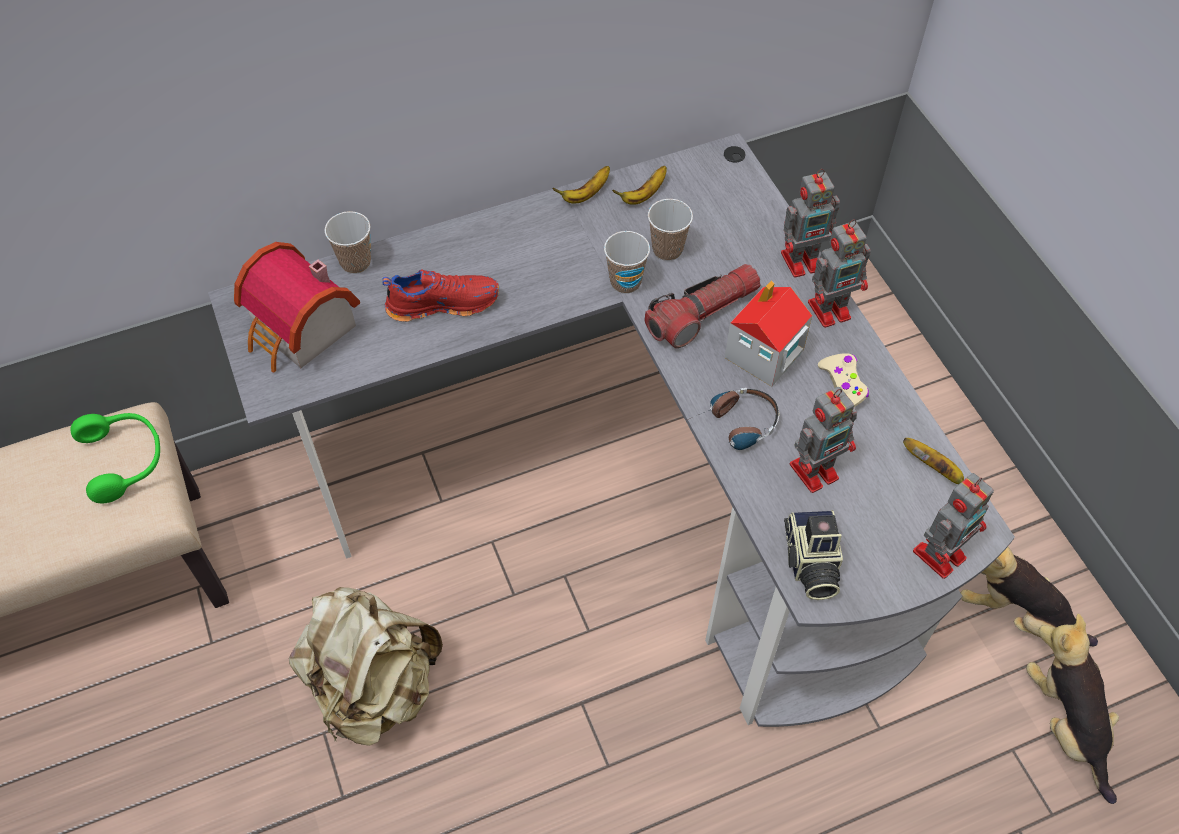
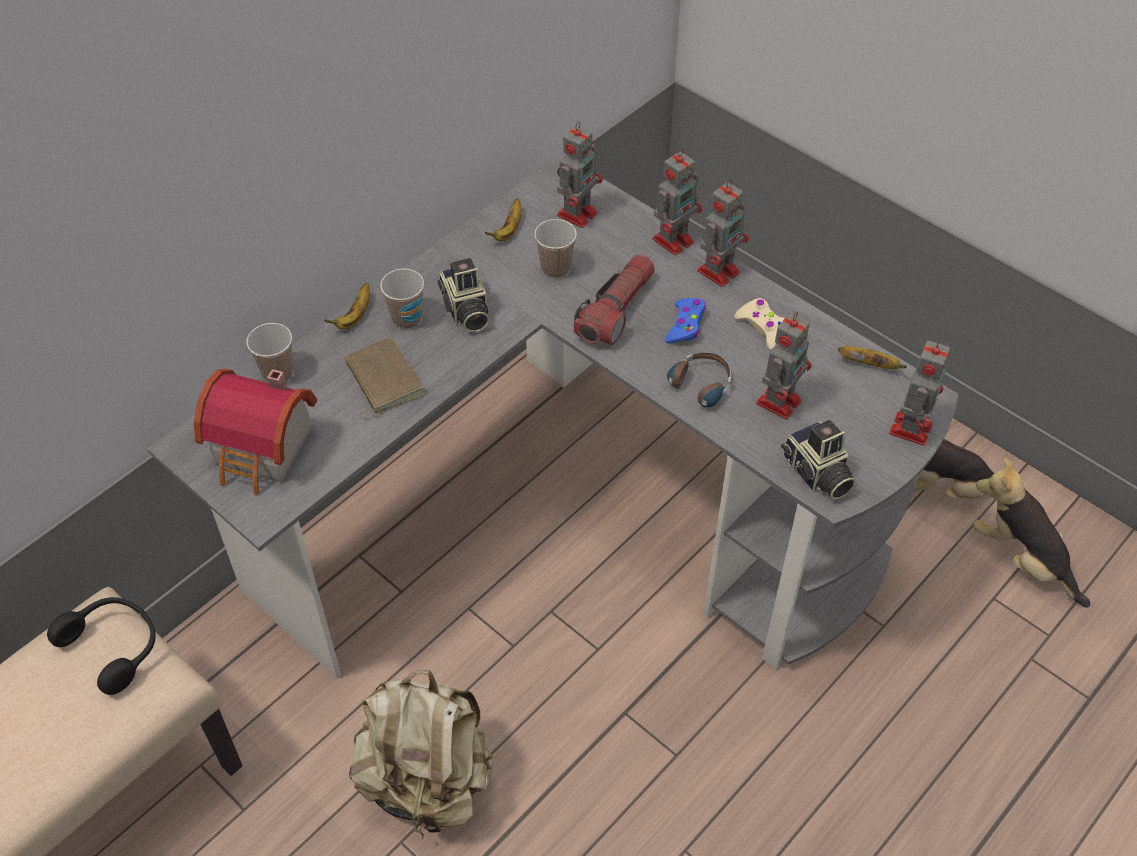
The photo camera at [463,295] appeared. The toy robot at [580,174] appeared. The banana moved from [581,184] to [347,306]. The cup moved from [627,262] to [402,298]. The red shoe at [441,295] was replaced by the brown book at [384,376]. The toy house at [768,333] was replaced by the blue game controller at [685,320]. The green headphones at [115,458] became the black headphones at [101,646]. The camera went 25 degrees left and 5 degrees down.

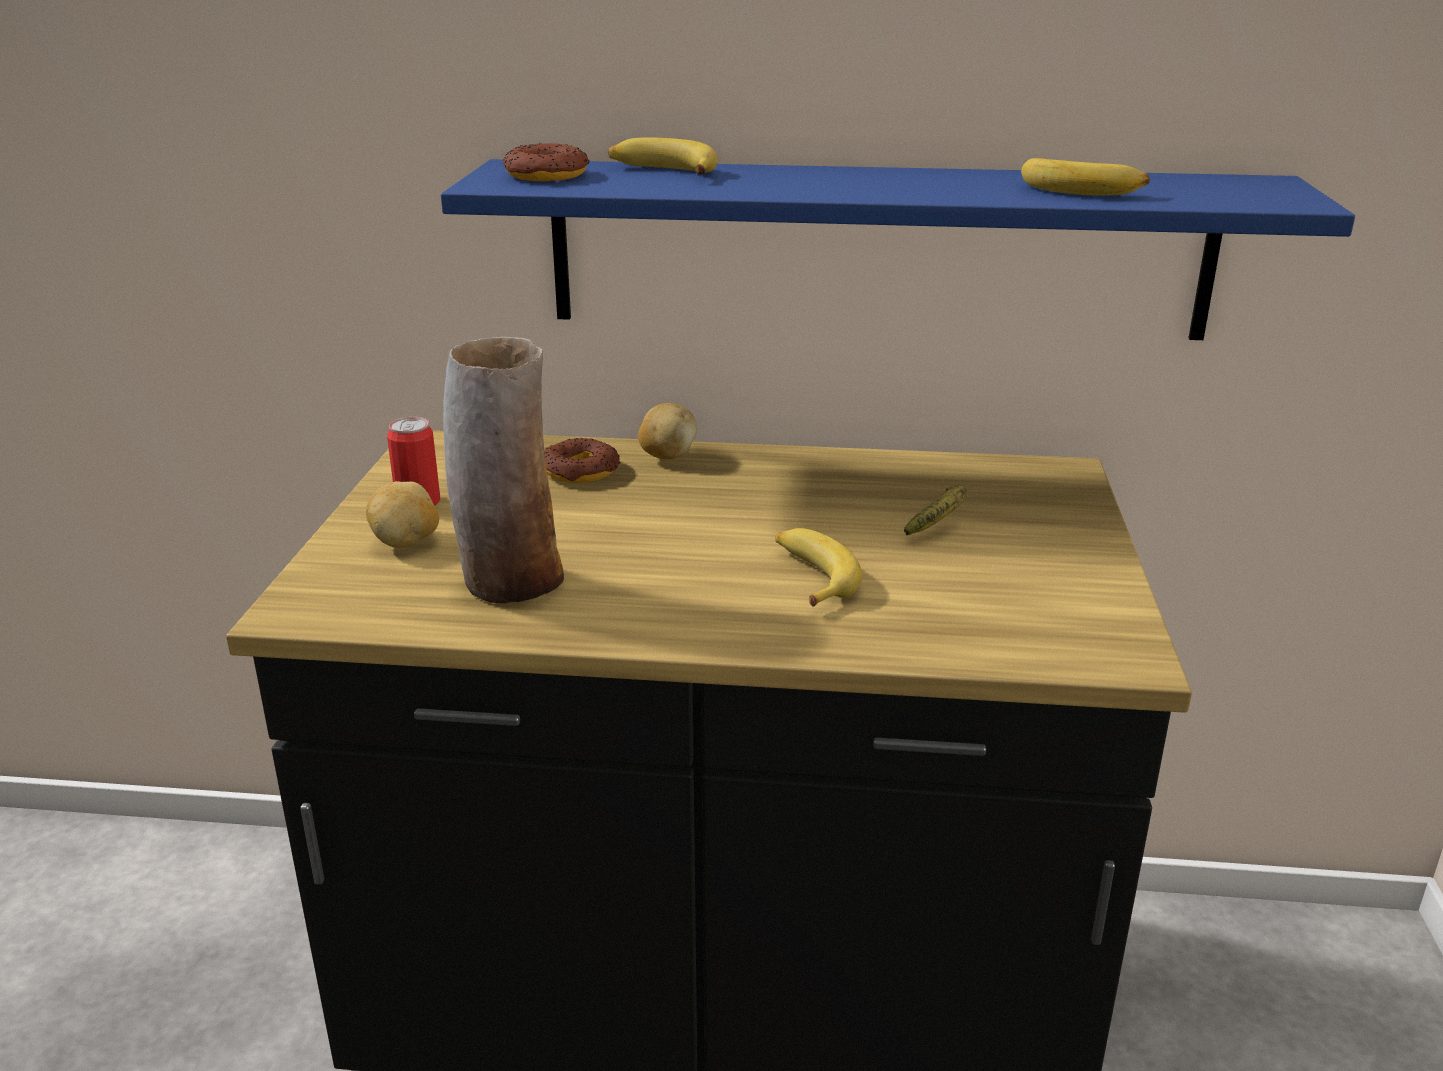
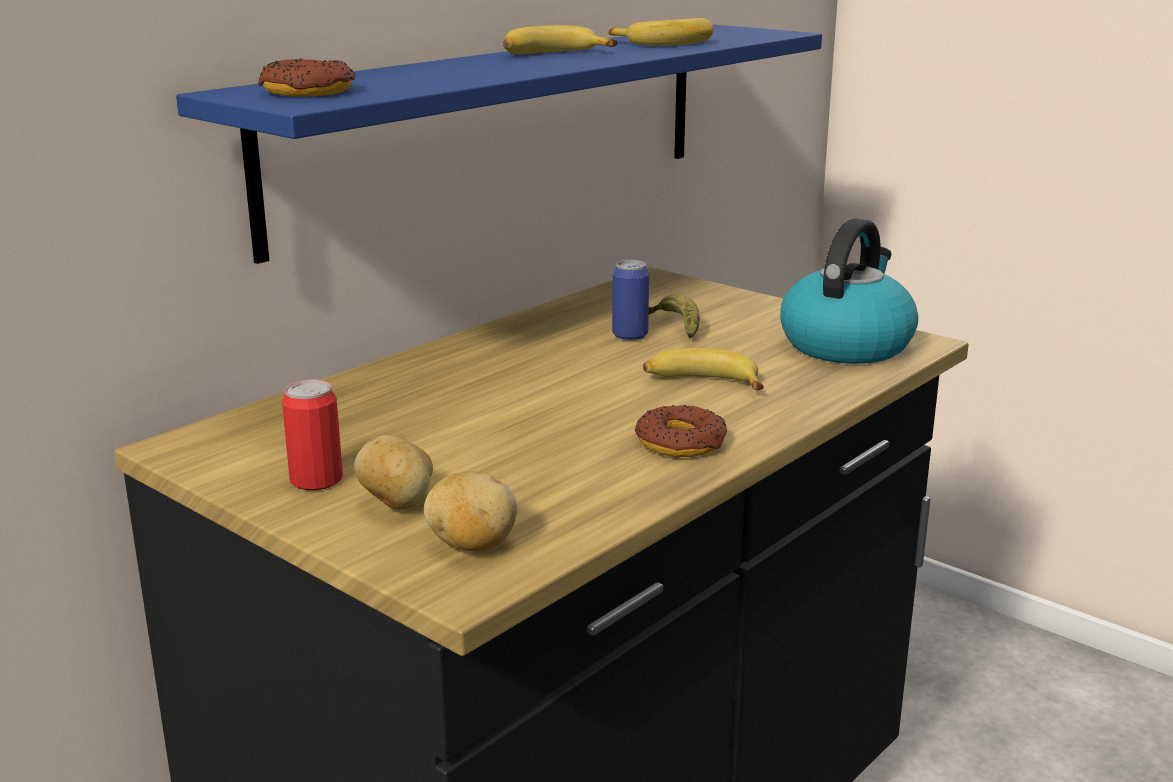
The vase at [503,470] disappeared. The can at [630,300] appeared. The kettle at [849,291] appeared. The donut moved from [582,460] to [681,431]. The banana moved from [663,155] to [560,39]. The potato moved from [667,431] to [470,511]. The camera went 55 degrees left and 5 degrees down.

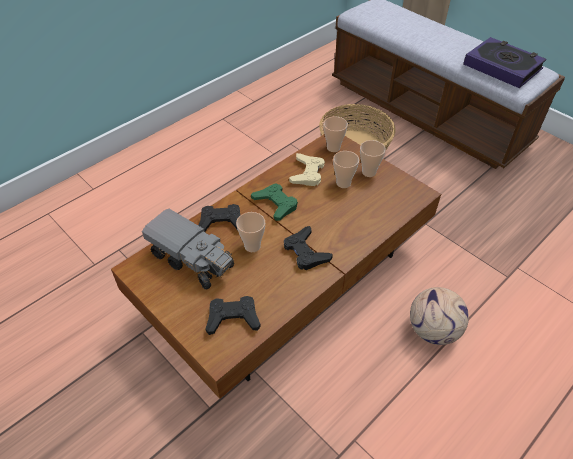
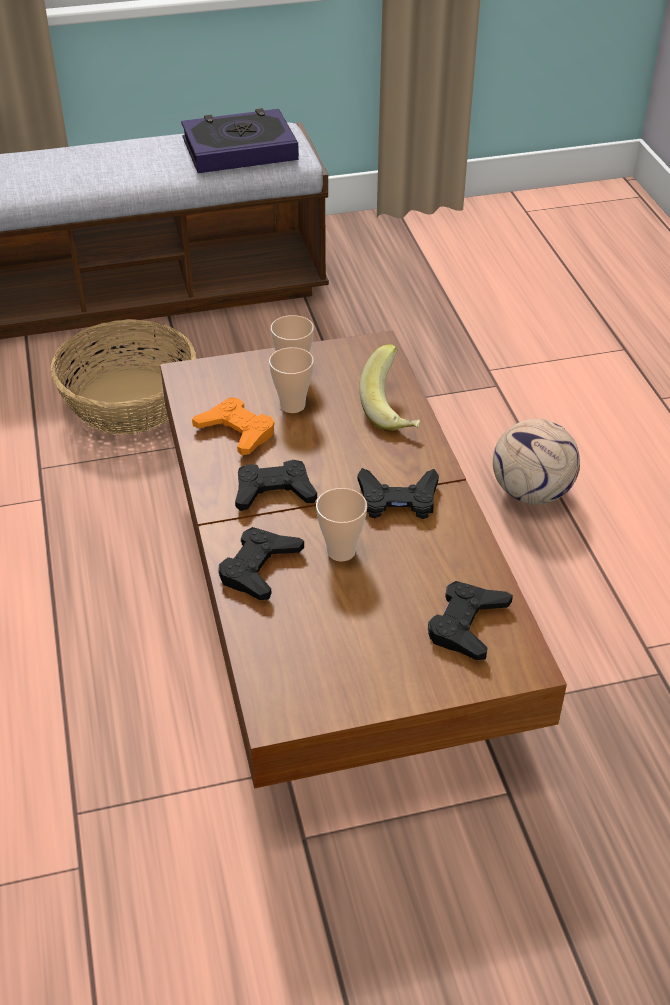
The toy truck at [188,249] disappeared. The cup at [336,134] disappeared. The banana at [389,387] appeared. The green game controller at [274,202] became the black game controller at [276,485]. The beige game controller at [307,169] became the orange game controller at [233,426]. The camera went 60 degrees left and 5 degrees down.

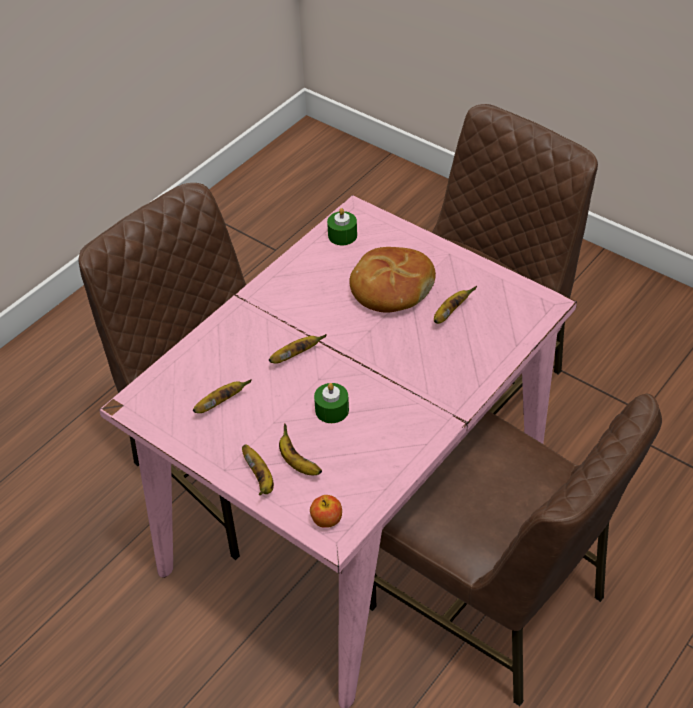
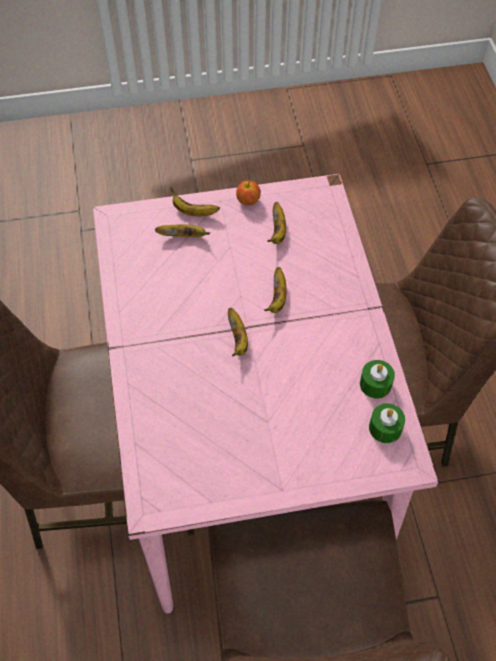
The bread at [393,280] disappeared. The apple moved from [326,511] to [248,193]. The green candle moved from [331,403] to [377,379]. The banana moved from [455,305] to [238,331]. The camera went 130 degrees right and 10 degrees up.

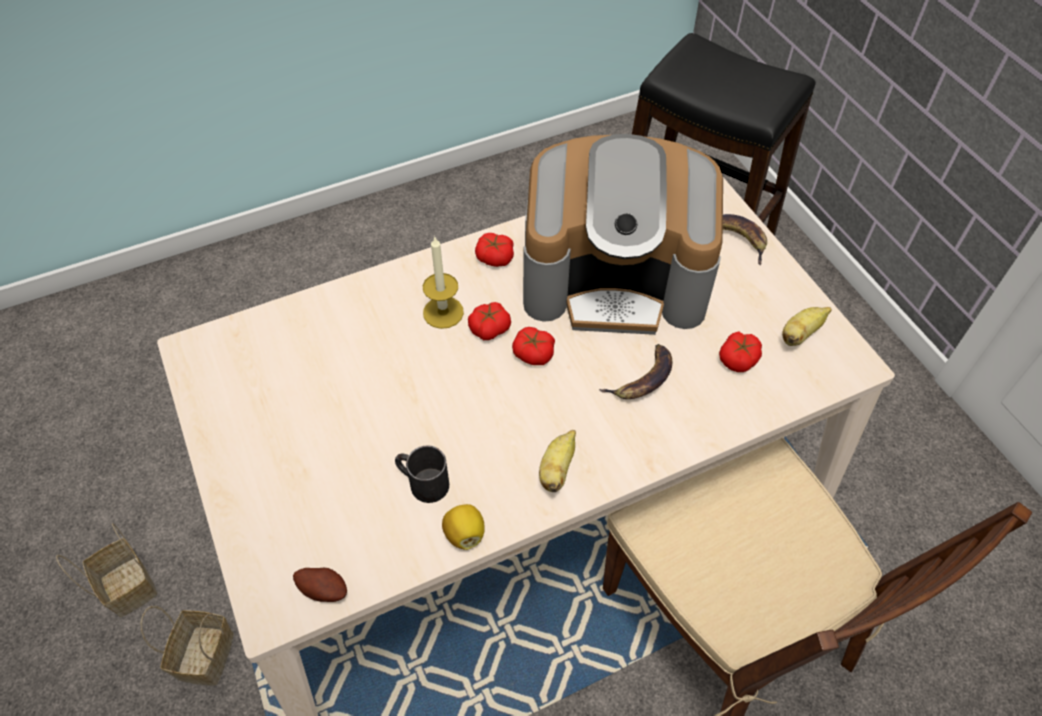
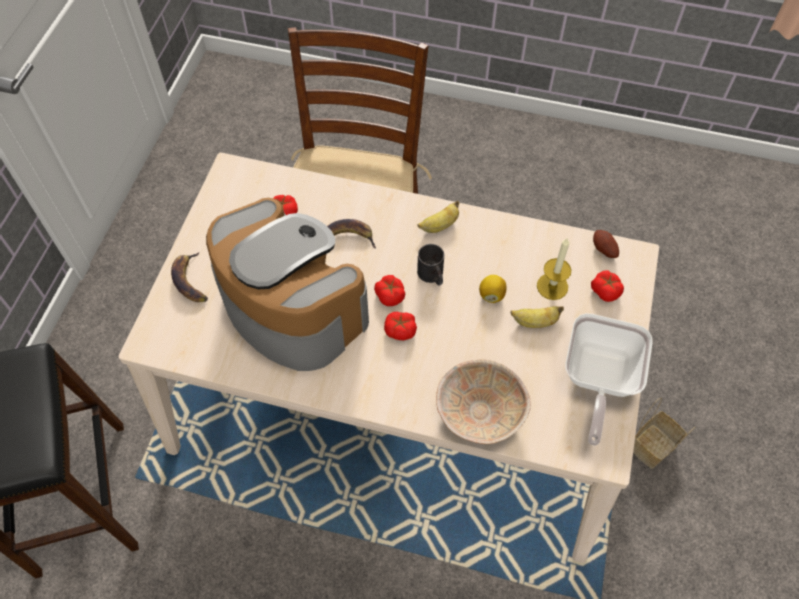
The basket at [106,570] disappeared. The beige bowl at [483,401] appeared. The frying pan at [609,379] appeared. The black mug moved from [422,474] to [430,265]. The candle moved from [443,282] to [554,269]. The lemon moved from [463,527] to [492,289]. The tomato moved from [494,250] to [607,286]. The banana moved from [807,326] to [537,317]. The camera went 140 degrees left and 5 degrees up.

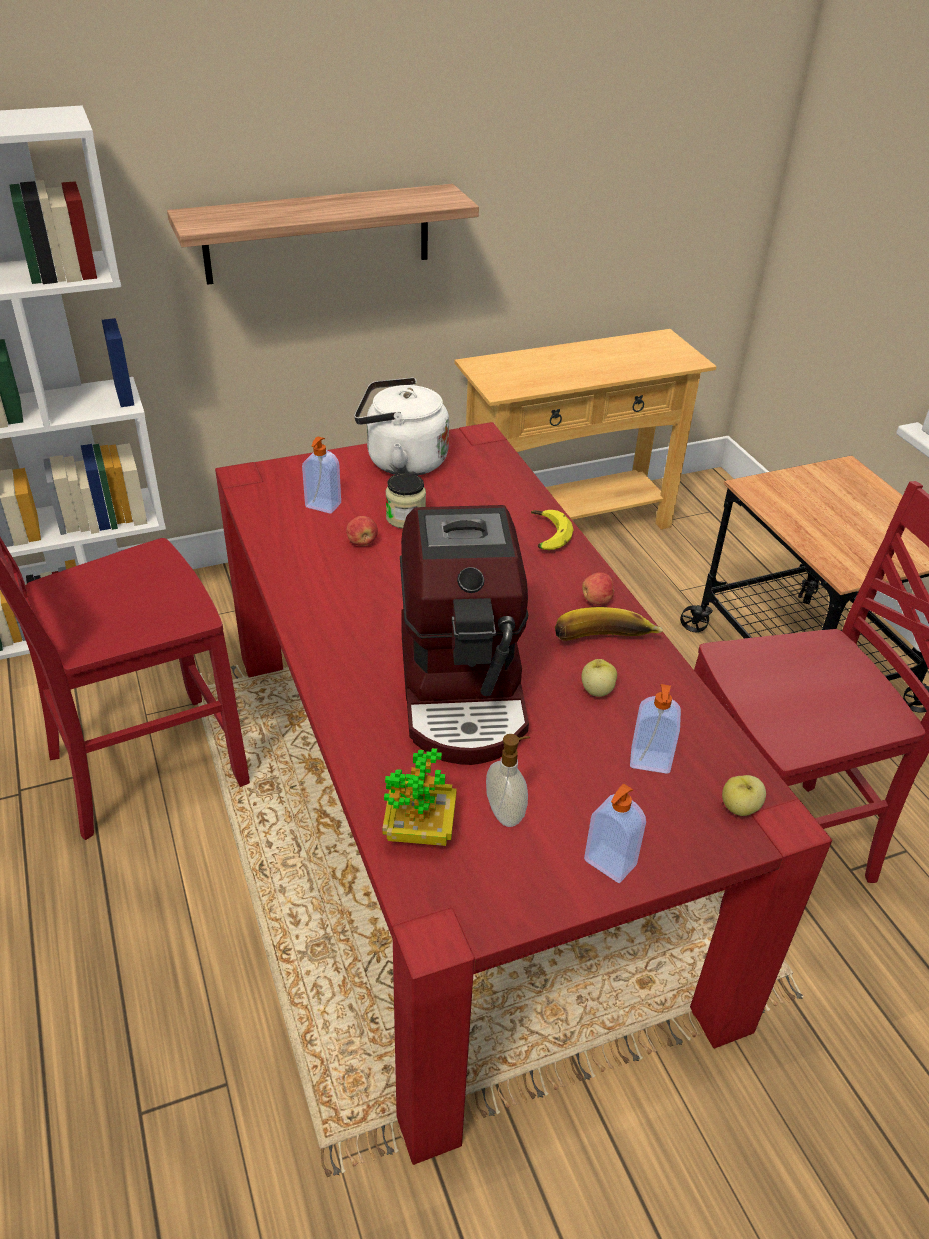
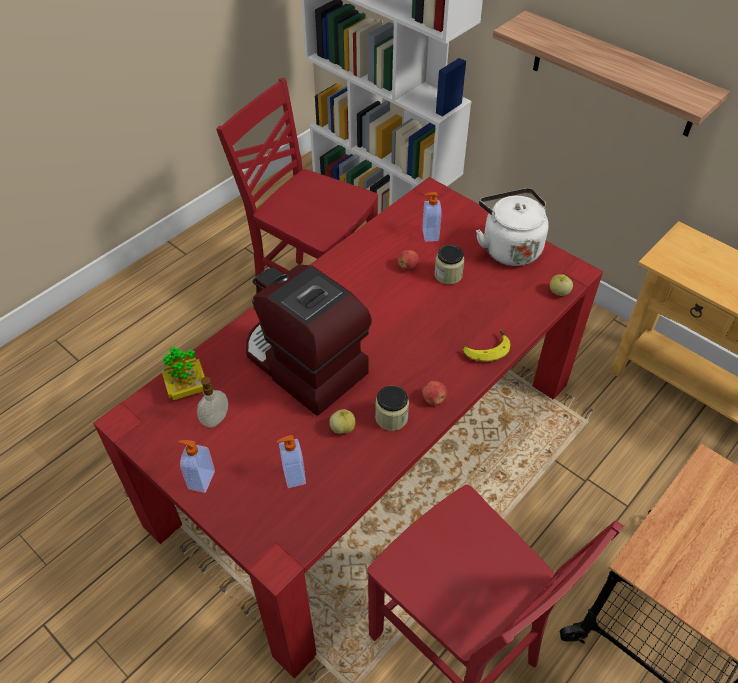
The apple moved from [744,795] to [561,285]. The banana at [609,624] was replaced by the jar at [392,408]. The coffee machine at [464,635] turned 75 degrees clockwise. The camera went 65 degrees right and 10 degrees up.

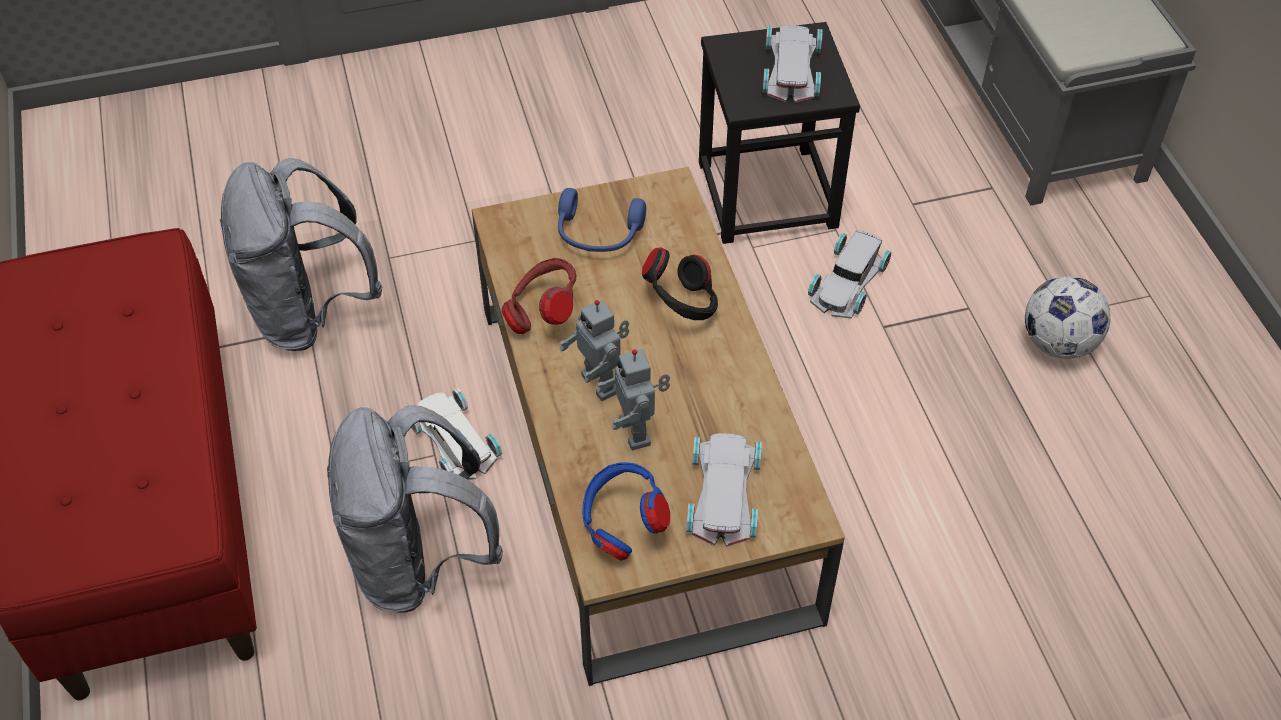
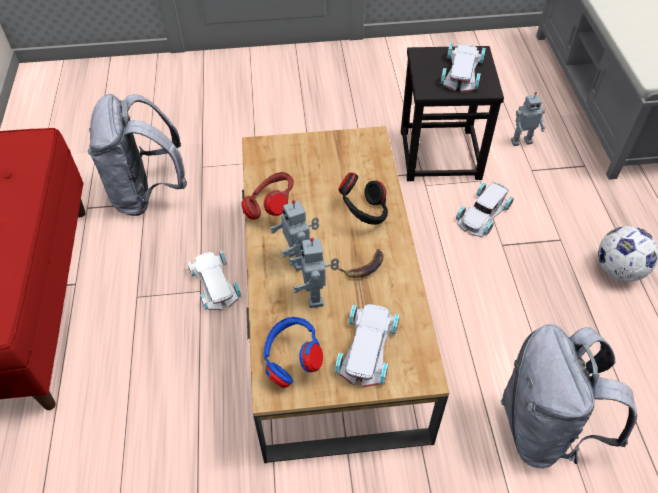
The blue headphones at [602,220] disappeared. The banana at [361,263] appeared. The toy robot at [528,119] appeared. The grey backpack moved from [415,508] to [569,396]. The camera went 10 degrees right and 0 degrees up.

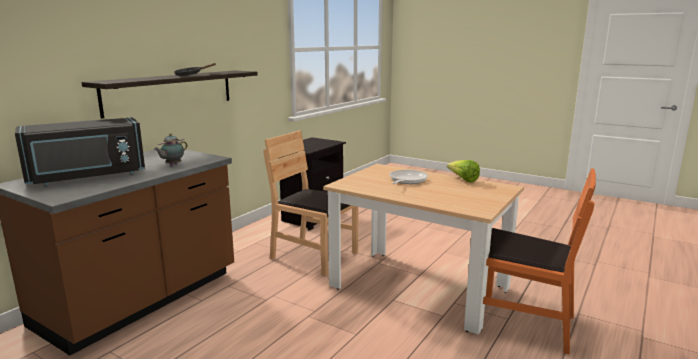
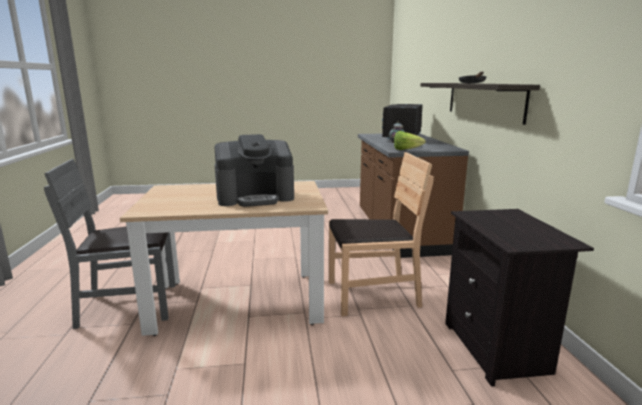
The lettuce moved from [463,171] to [410,140]. The frying pan at [408,177] was replaced by the coffee machine at [254,170]. The orange chair at [539,261] became the grey chair at [110,244]. The camera went 140 degrees right and 0 degrees up.

